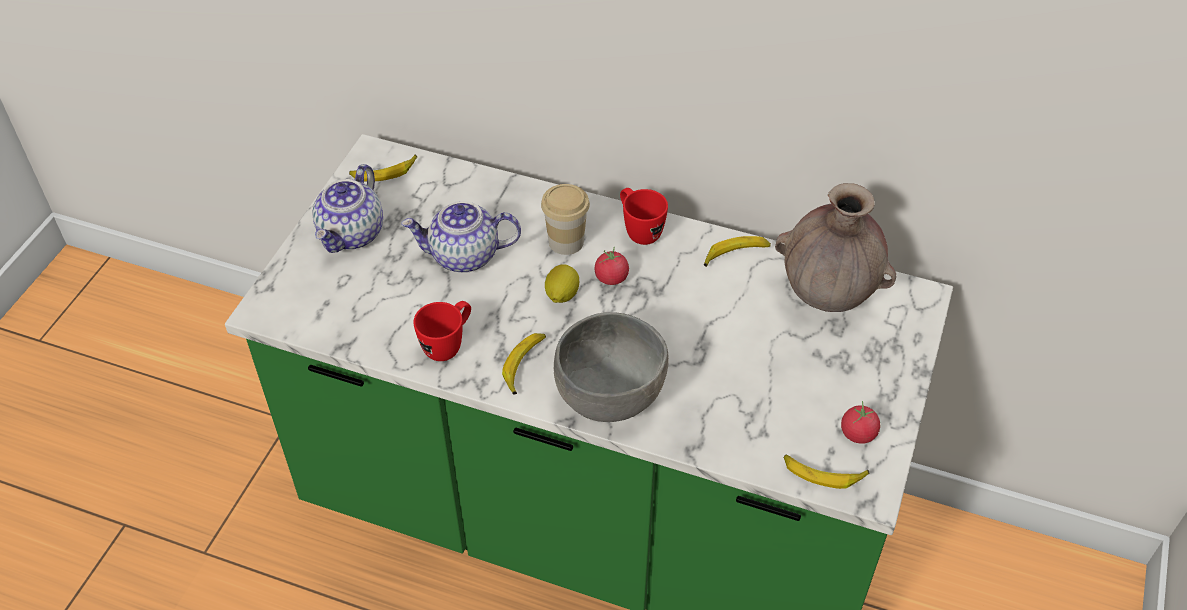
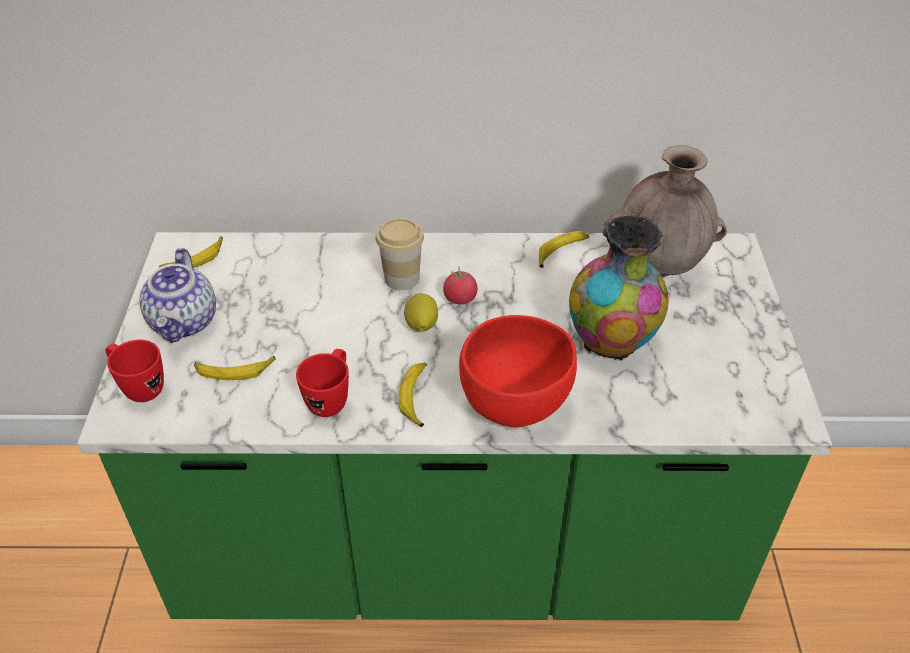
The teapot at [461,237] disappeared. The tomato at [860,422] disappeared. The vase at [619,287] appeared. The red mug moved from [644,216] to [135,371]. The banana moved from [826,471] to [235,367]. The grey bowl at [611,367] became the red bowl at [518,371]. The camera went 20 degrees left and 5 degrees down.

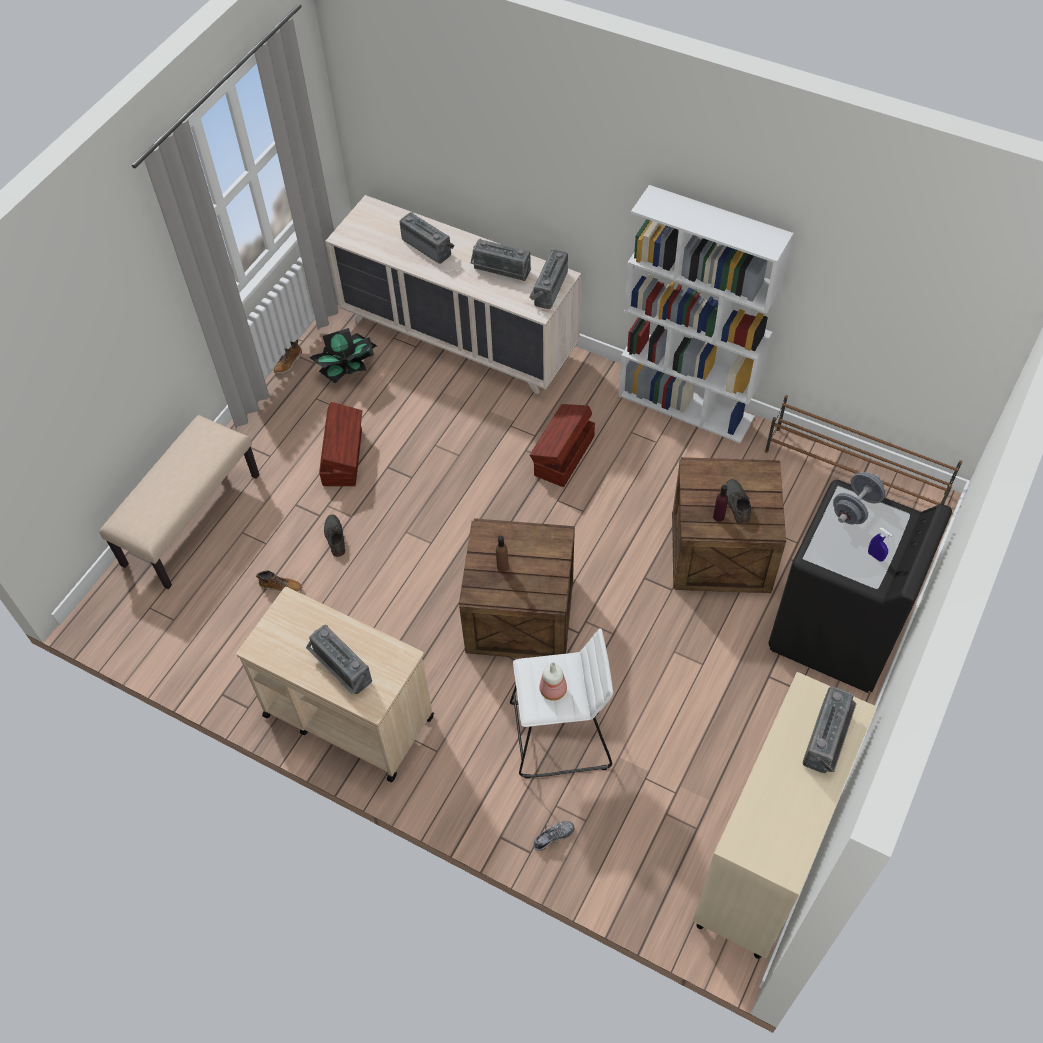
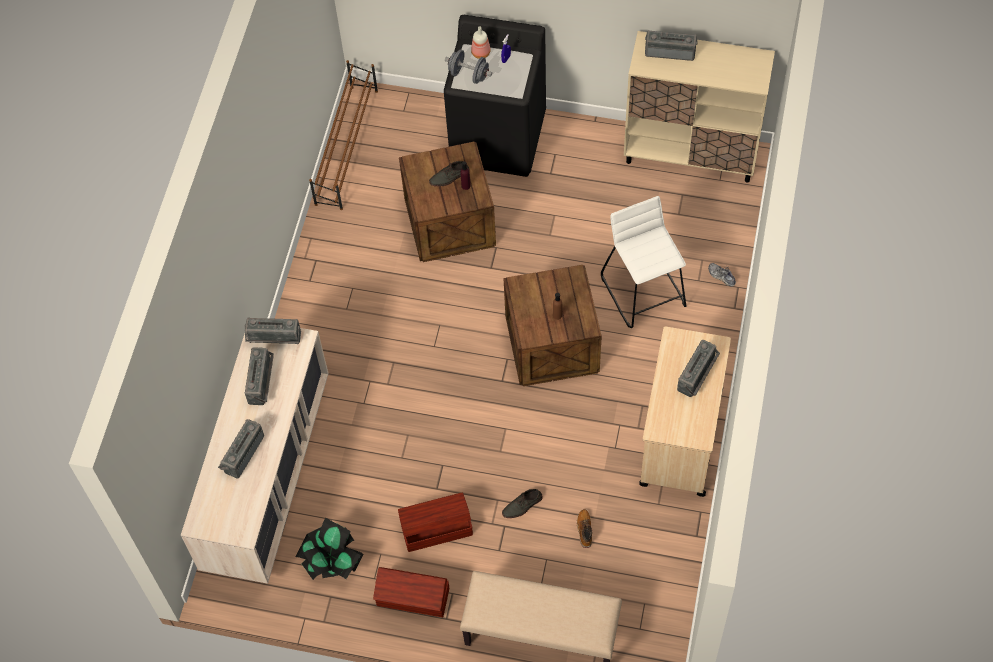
The boot at [287,357] disappeared. The white bookcase at [706,314] disappeared. The brown storage box moved from [562,445] to [411,592]. The bottle moved from [553,681] to [481,42]. The camera went 105 degrees left and 5 degrees up.

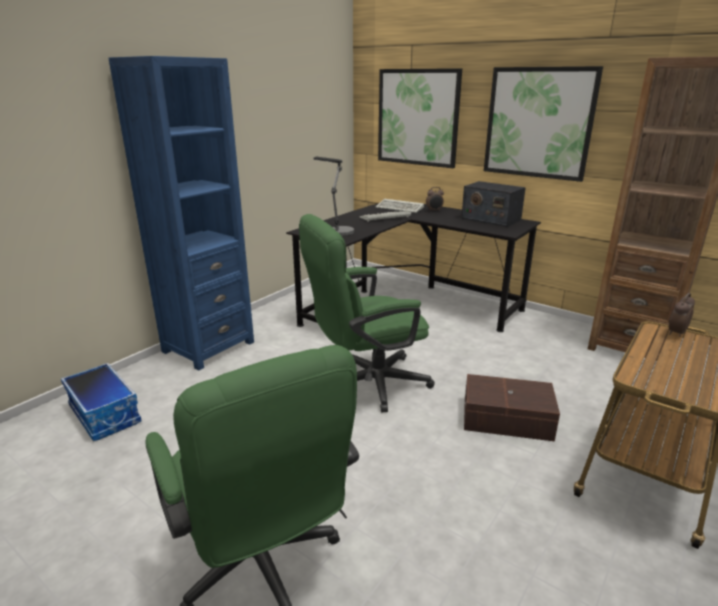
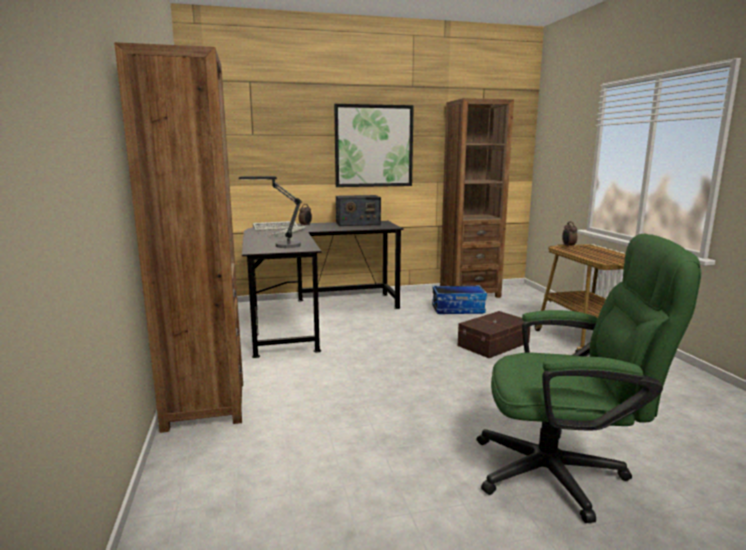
The green office chair at [367,313] disappeared. The picture at [420,118] disappeared. The storage box moved from [101,402] to [459,299]. The blue bookcase at [181,213] became the brown bookcase at [178,237]. The camera went 50 degrees left and 10 degrees down.

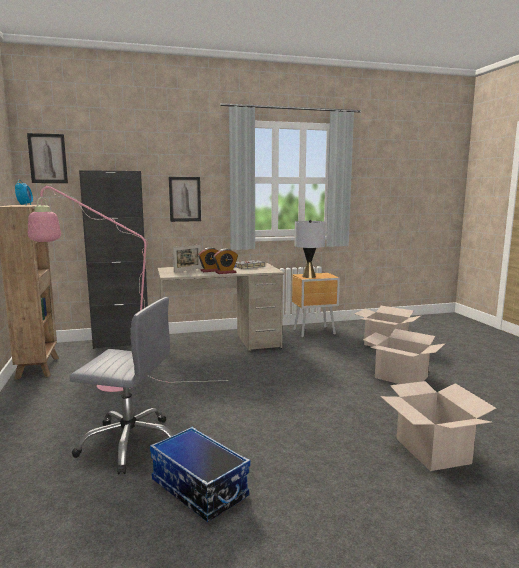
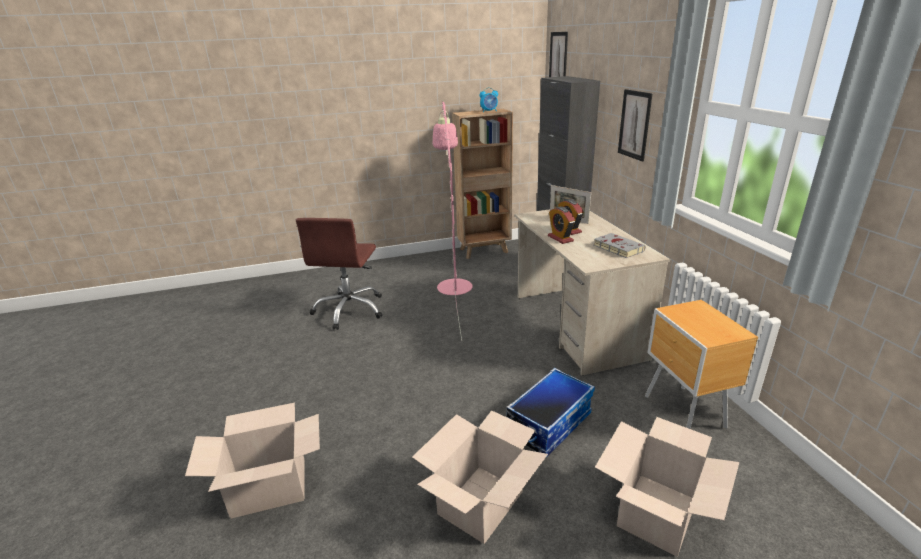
The grey table lamp at [310,249] disappeared. The storage box moved from [200,474] to [550,412]. The grey office chair at [121,385] became the brown office chair at [339,274]. The camera went 90 degrees right and 15 degrees up.

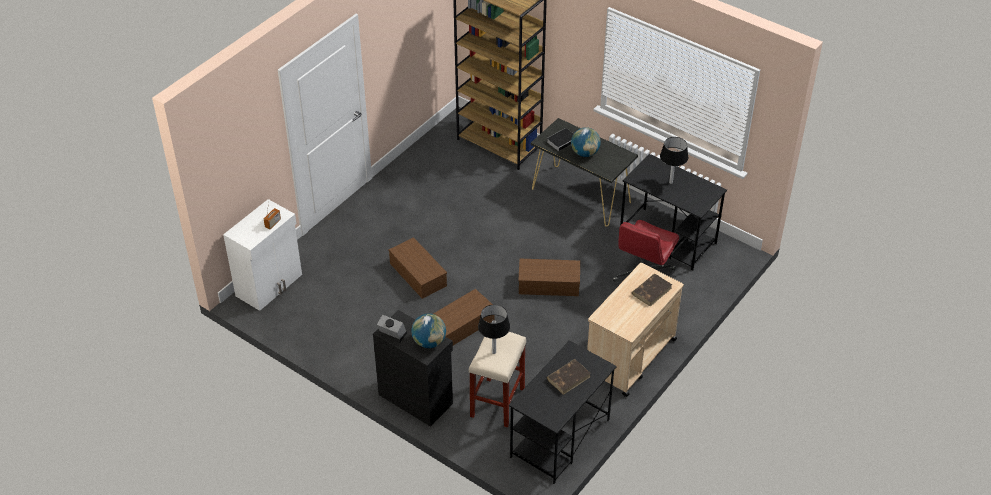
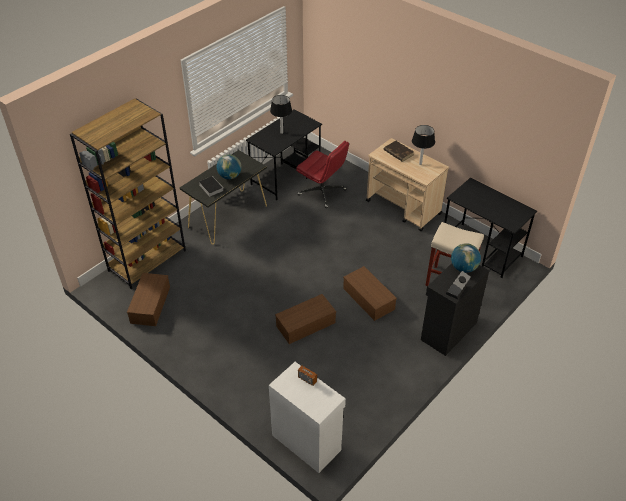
The brown book at [569,377] disappeared. The black table lamp moved from [494,329] to [423,145]. The brown storage box moved from [549,277] to [148,299]. The camera went 85 degrees left and 0 degrees up.

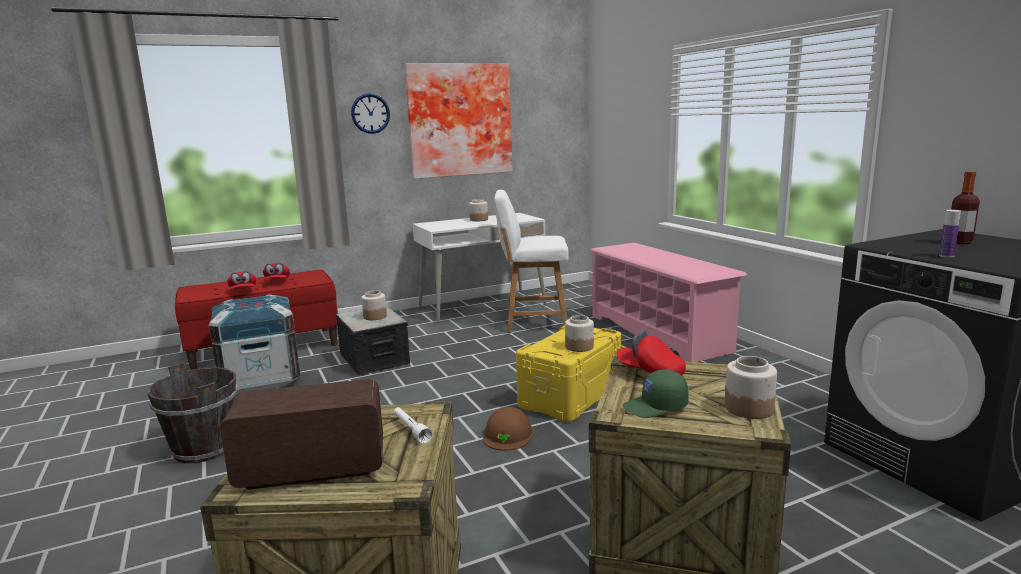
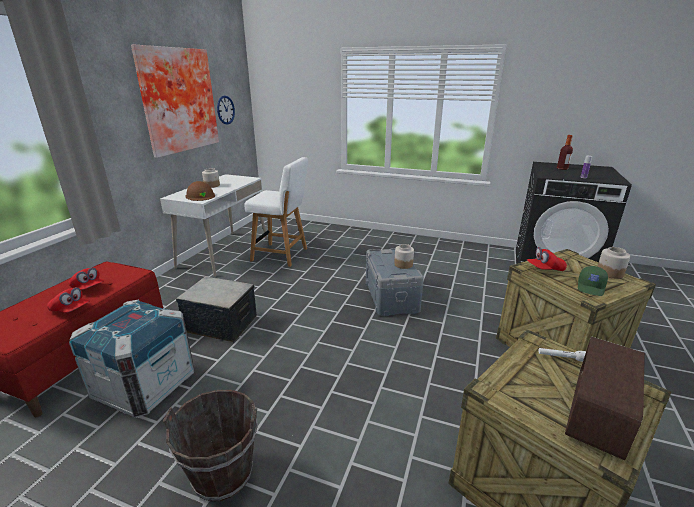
The jar at [374,305] disappeared. The pink shoe rack at [669,302] disappeared. The wall clock moved from [370,113] to [226,110]. The brown hard hat moved from [508,429] to [200,191]. The yellow storage box at [568,373] became the grey storage box at [395,282]. The white chair at [531,261] turned 120 degrees counterclockwise. The camera went 45 degrees left and 10 degrees up.

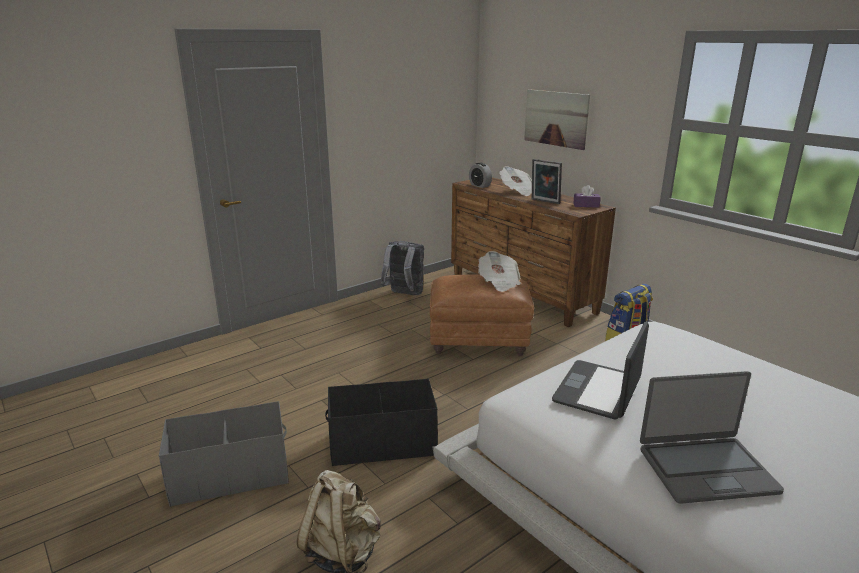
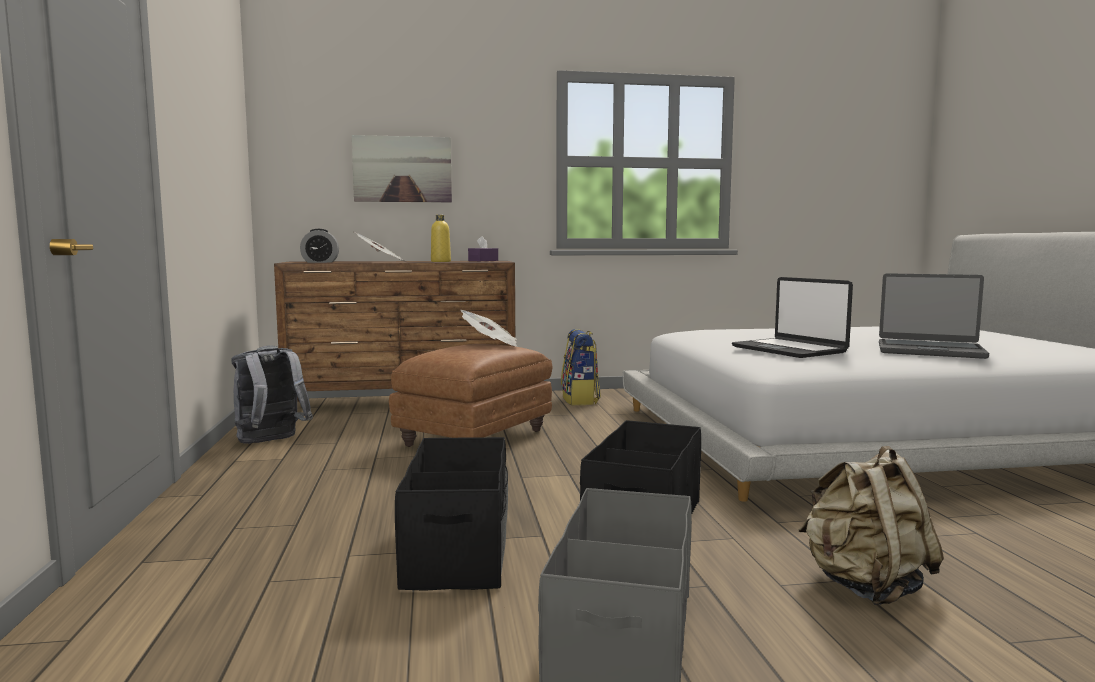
The black storage box at [451,514] appeared. The picture frame at [547,181] was replaced by the yellow bottle at [441,238]. The laptop at [712,437] turned 90 degrees clockwise. The camera went 60 degrees left and 15 degrees down.

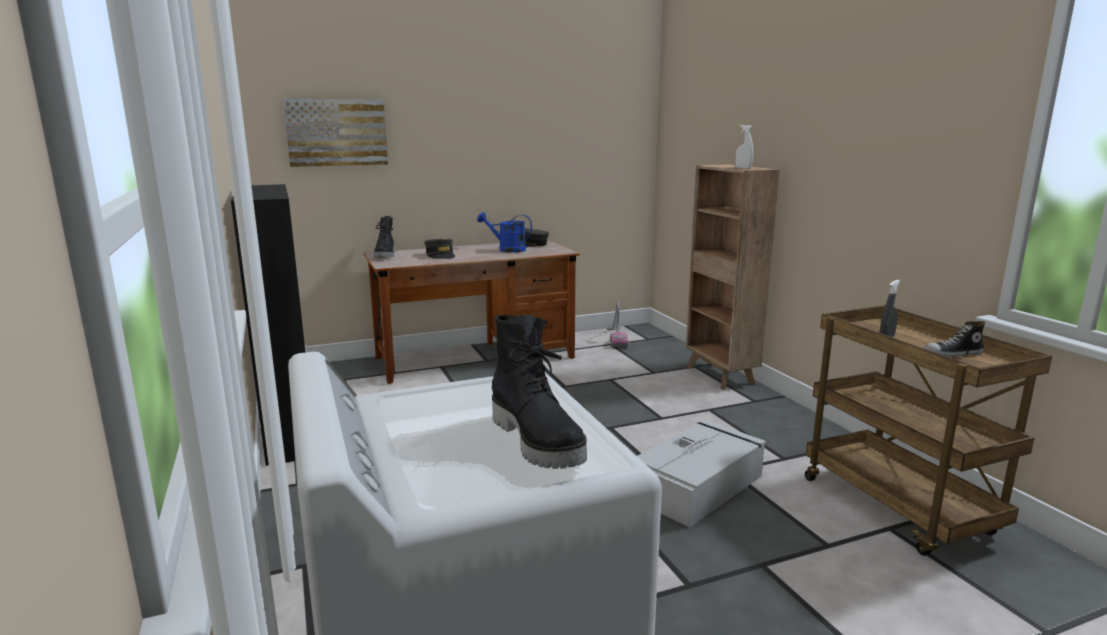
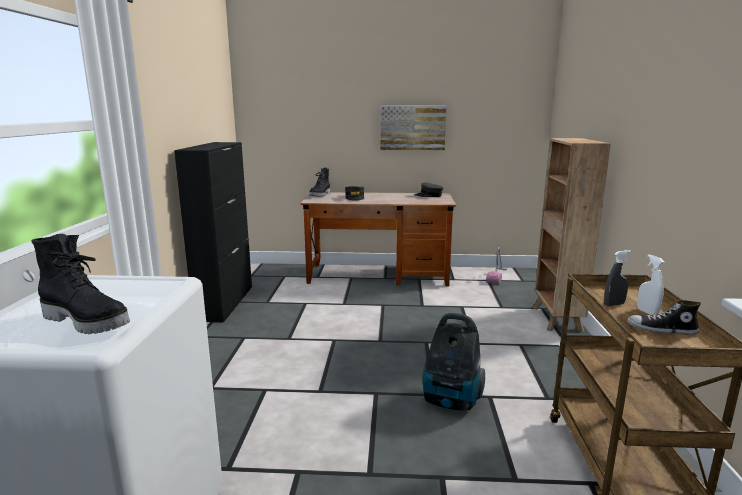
The blue watering can at [504,232] disappeared. The picture moved from [335,133] to [413,127]. The white spray bottle moved from [744,147] to [650,285]. The grey storage box at [701,474] was replaced by the vacuum cleaner at [453,361]. The black boot at [539,391] turned 60 degrees counterclockwise. The camera went 25 degrees right and 0 degrees up.

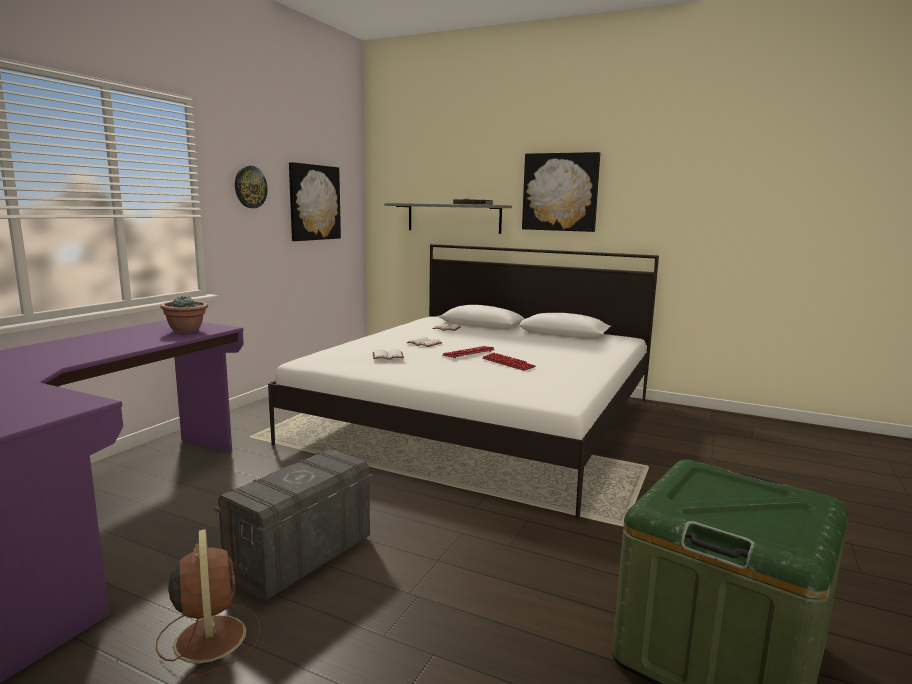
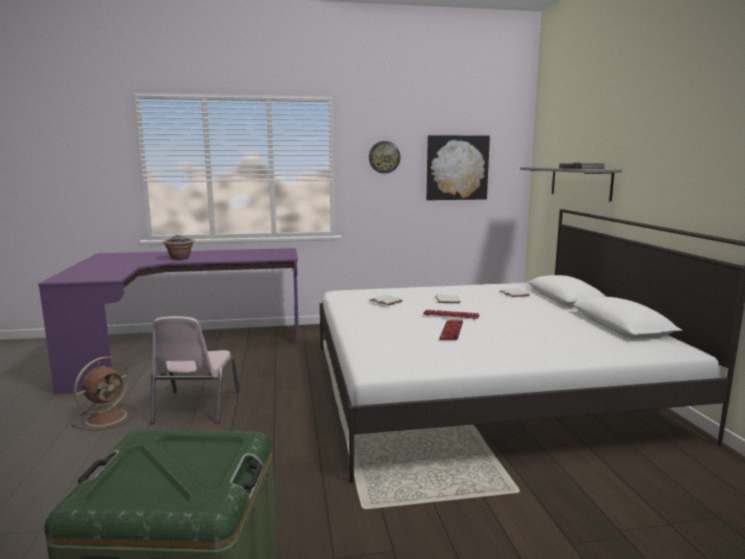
The picture at [561,192] disappeared. The potted plant moved from [184,314] to [178,247]. The grey storage box at [294,525] was replaced by the pink chair at [195,370]. The camera went 55 degrees right and 0 degrees up.

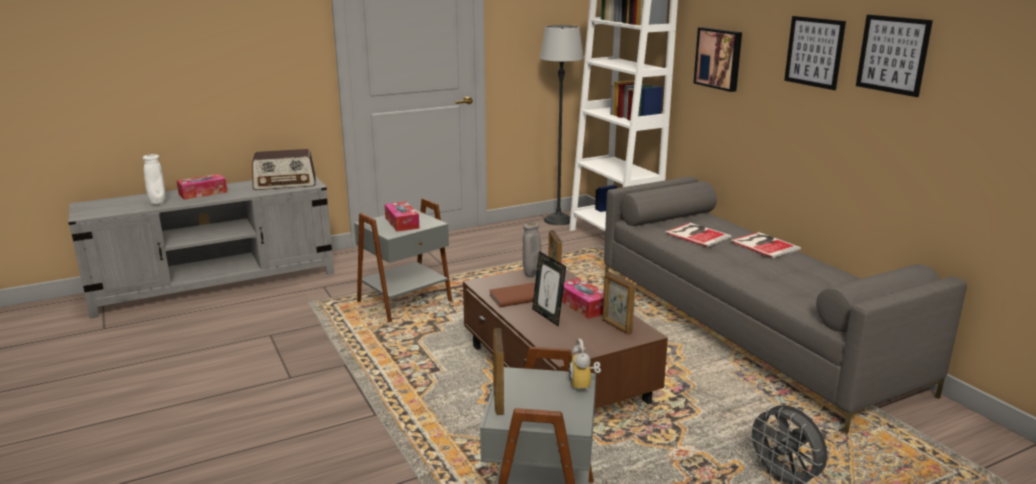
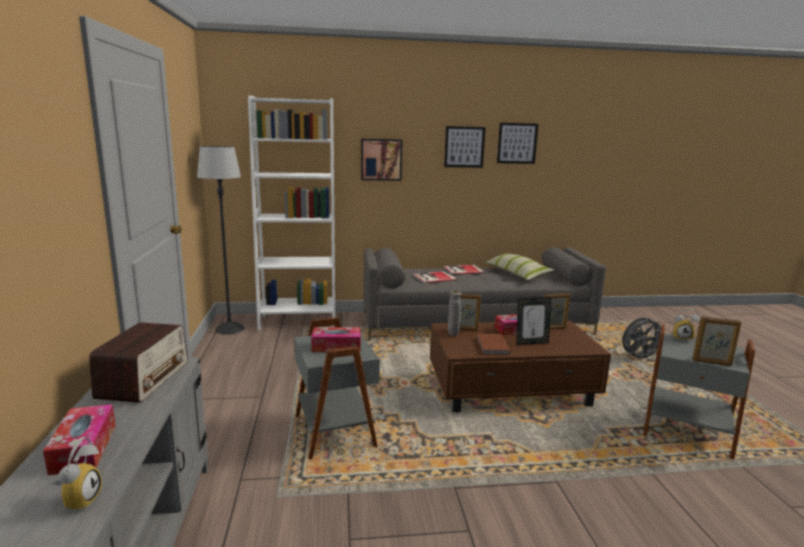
The pillow at [519,267] appeared. The white vase at [154,179] was replaced by the alarm clock at [76,474]. The camera went 70 degrees left and 5 degrees down.

